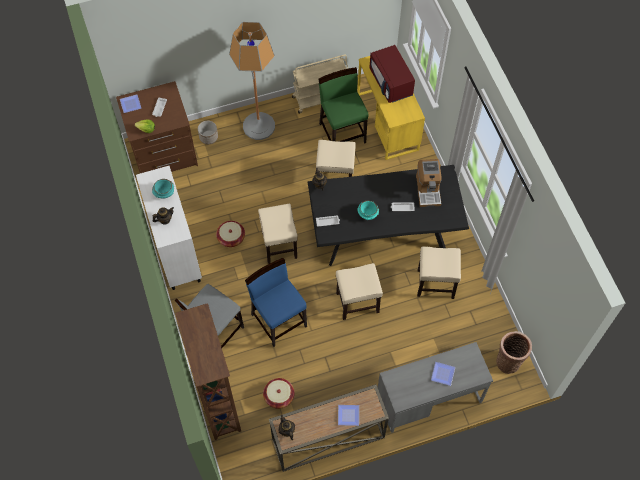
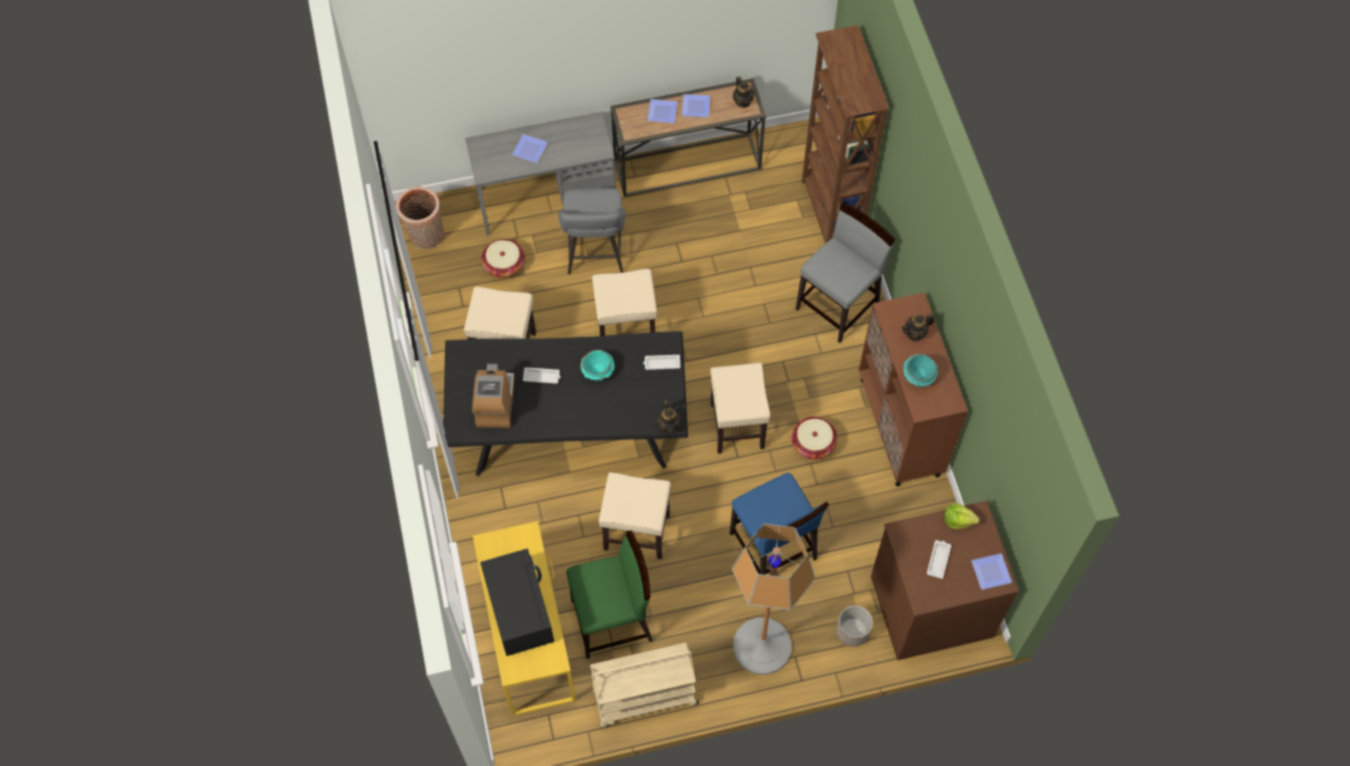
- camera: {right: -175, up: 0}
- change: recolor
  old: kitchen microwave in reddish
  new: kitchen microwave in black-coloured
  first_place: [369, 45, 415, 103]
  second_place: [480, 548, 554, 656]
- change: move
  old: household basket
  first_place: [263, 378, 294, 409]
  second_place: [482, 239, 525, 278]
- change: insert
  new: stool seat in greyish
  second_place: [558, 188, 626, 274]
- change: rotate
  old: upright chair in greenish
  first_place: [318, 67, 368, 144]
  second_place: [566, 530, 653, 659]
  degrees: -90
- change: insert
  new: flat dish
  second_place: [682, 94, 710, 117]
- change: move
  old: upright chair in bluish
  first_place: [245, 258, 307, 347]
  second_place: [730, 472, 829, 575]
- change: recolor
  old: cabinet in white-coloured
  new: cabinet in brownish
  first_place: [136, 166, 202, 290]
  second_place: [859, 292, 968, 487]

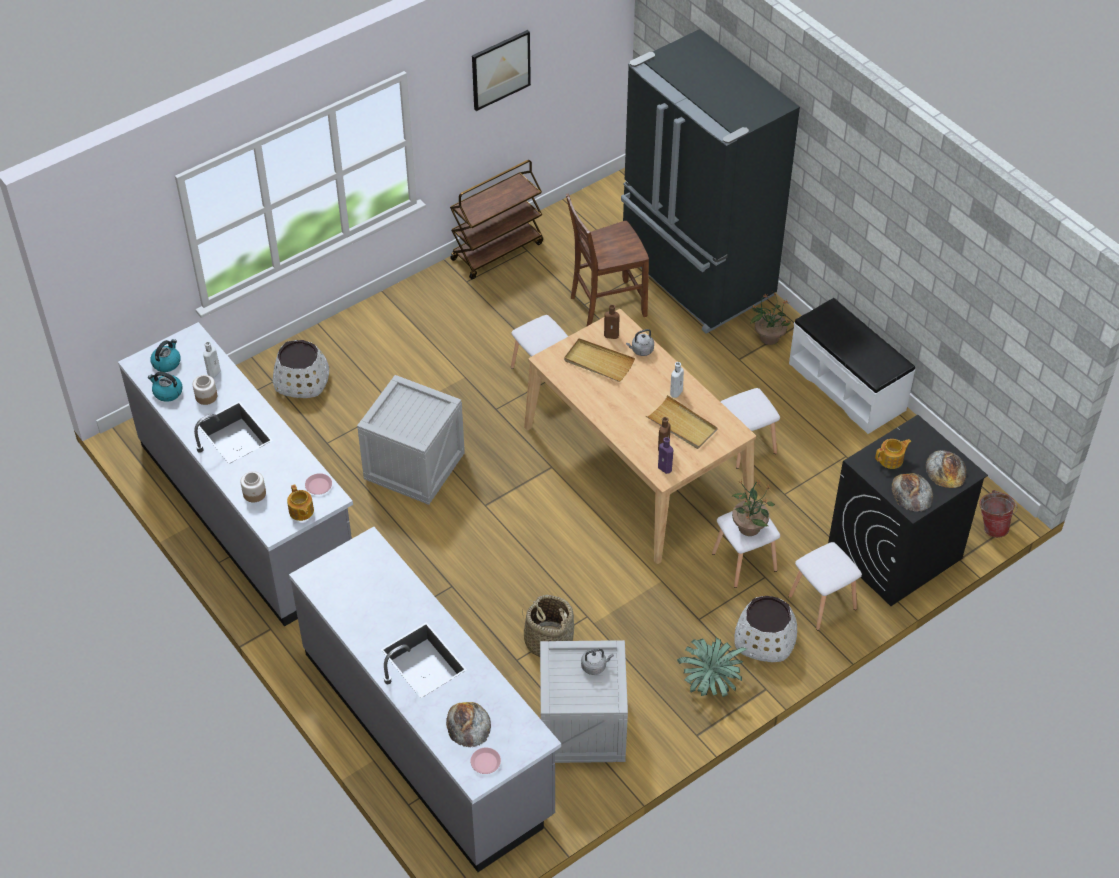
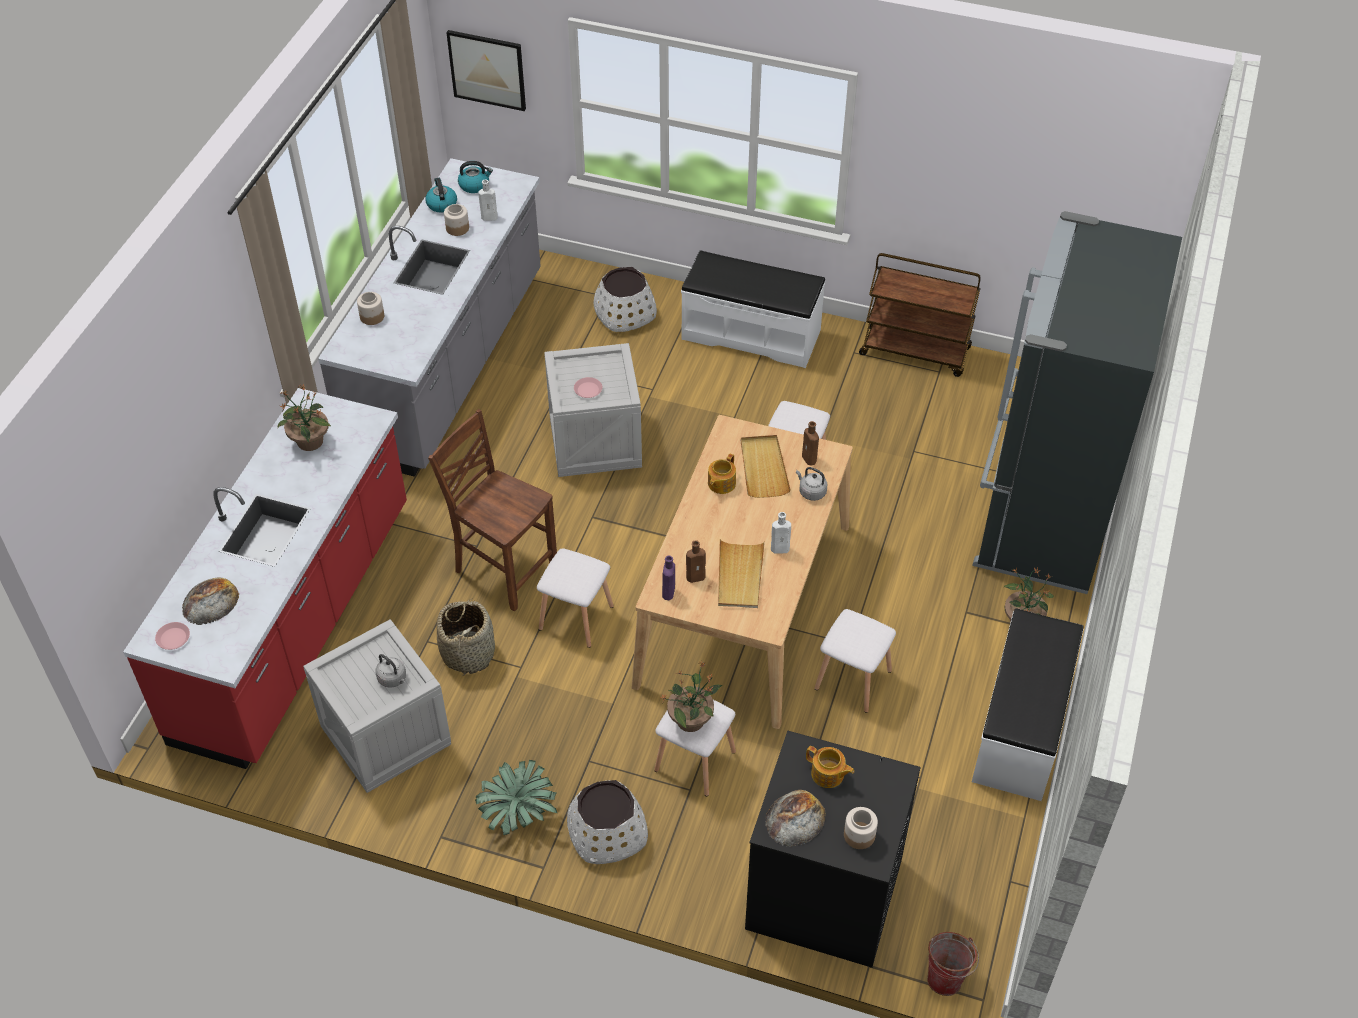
- camera: {right: 55, up: 0}
- change: recolor
  old: kitchen counter in greyish
  new: kitchen counter in reddish
  first_place: [289, 527, 561, 872]
  second_place: [123, 388, 407, 769]
- change: insert
  new: houseplant
  second_place: [277, 385, 331, 451]
- change: move
  old: upright chair in brownish
  first_place: [566, 193, 649, 327]
  second_place: [428, 409, 557, 611]
- change: move
  old: wall picture
  first_place: [472, 30, 531, 111]
  second_place: [446, 30, 526, 111]
- change: move
  old: stool seat in white-coloured
  first_place: [788, 542, 862, 630]
  second_place: [537, 548, 614, 648]
- change: move
  old: flat dish in pinkish
  first_place: [305, 473, 332, 495]
  second_place: [574, 377, 602, 398]
- change: insert
  new: bench in white-coloured
  second_place: [681, 250, 825, 368]
- change: move
  old: tea pot
  first_place: [287, 484, 314, 521]
  second_place: [708, 454, 736, 494]
- change: replace
  old: bread
  new: preserve jar
  first_place: [926, 450, 967, 488]
  second_place: [844, 807, 878, 849]

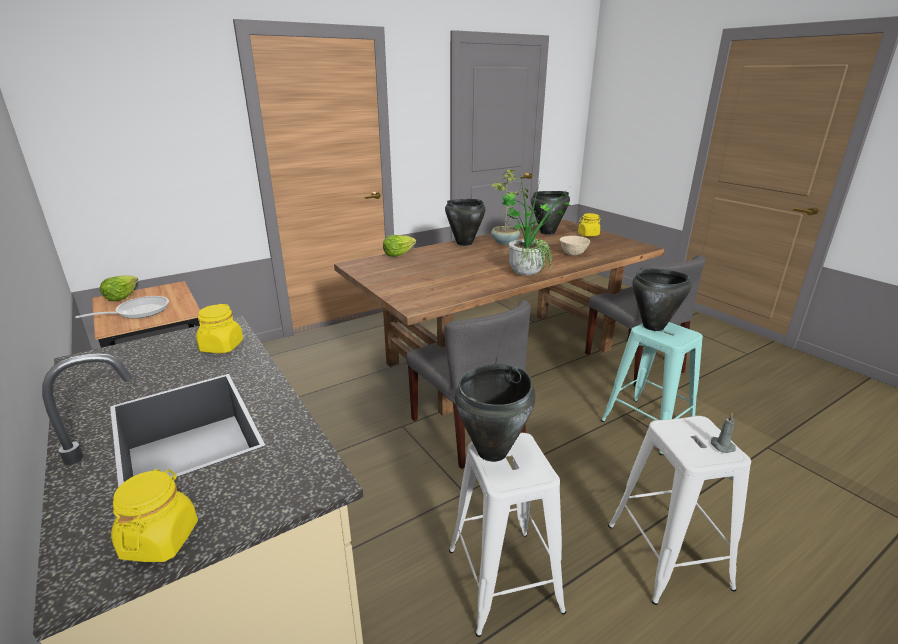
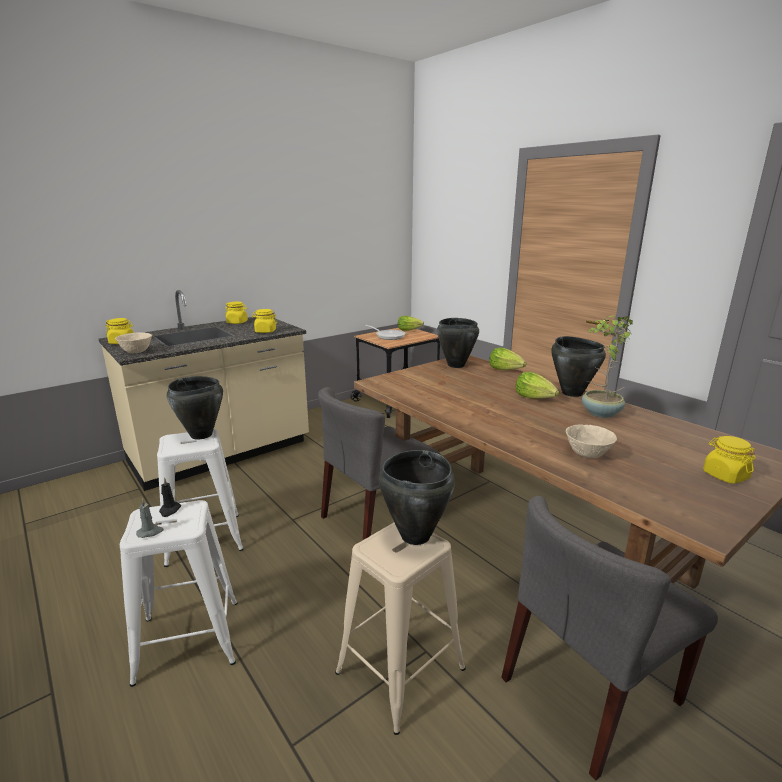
- camera: {right: 85, up: -5}
- change: insert
  new: bowl in sand-coloured
  second_place: [115, 332, 152, 353]
- change: insert
  new: wax candle in black-coloured
  second_place: [159, 477, 181, 517]
- change: insert
  new: preserve jar in yellowish
  second_place: [225, 302, 248, 324]
- change: recolor
  old: stool seat in turquoise-coloured
  new: stool seat in sand-coloured
  first_place: [601, 322, 703, 455]
  second_place: [335, 522, 466, 735]
- change: move
  old: cooking pot in black-coloured
  first_place: [531, 191, 570, 235]
  second_place: [437, 318, 479, 368]
- change: insert
  new: lettuce head
  second_place: [515, 372, 559, 399]
- change: delete
  old: houseplant
  first_place: [502, 172, 571, 275]

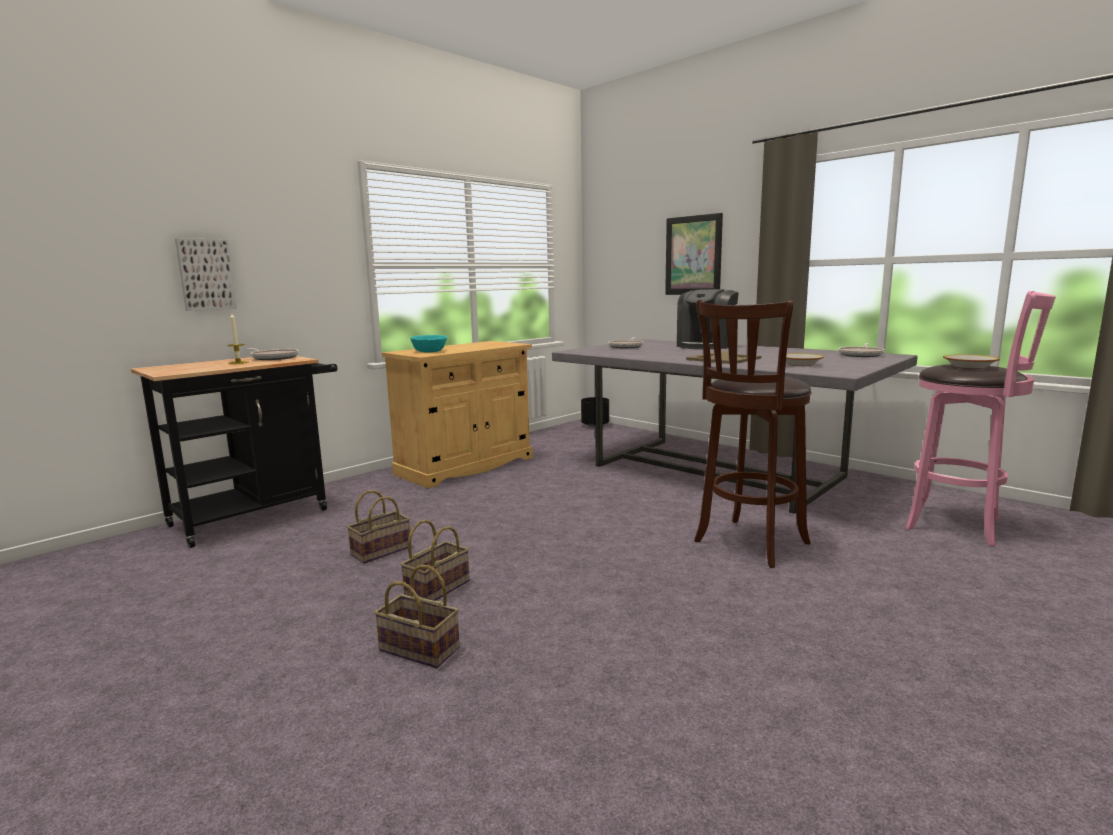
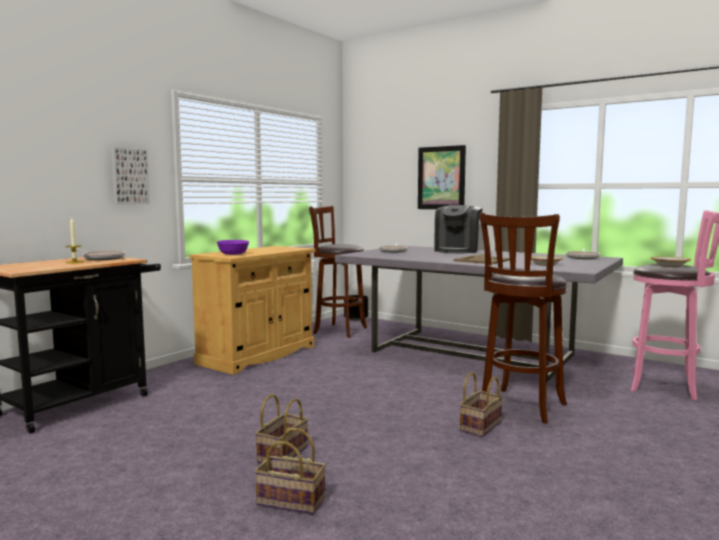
- camera: {right: -10, up: -5}
- change: move
  old: wall picture
  first_place: [175, 238, 237, 311]
  second_place: [111, 147, 150, 204]
- change: recolor
  old: bowl in turquoise-coloured
  new: bowl in purplish
  first_place: [410, 335, 447, 353]
  second_place: [217, 240, 249, 255]
- change: insert
  new: stool seat in brownish
  second_place: [309, 206, 367, 338]
- change: move
  old: household basket
  first_place: [347, 490, 410, 564]
  second_place: [459, 372, 503, 437]

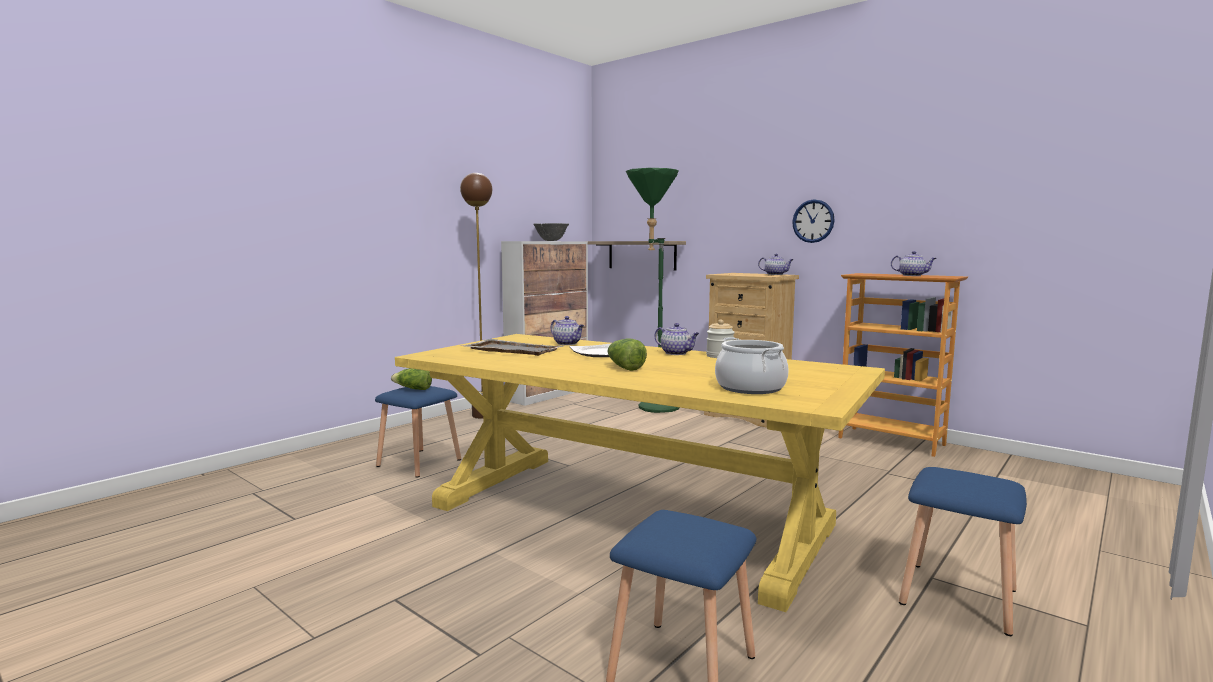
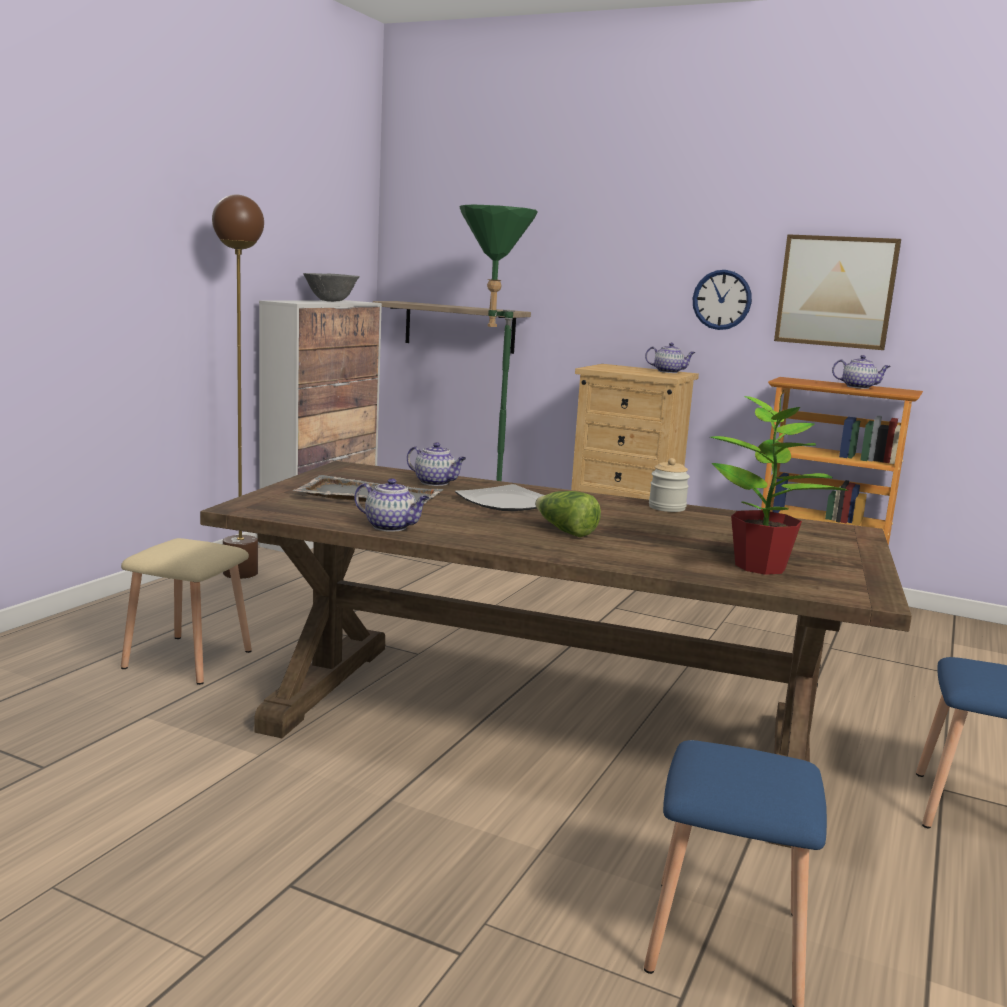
- camera: {right: -15, up: 5}
- change: recolor
  old: stool seat in bluish
  new: stool seat in sand-coloured
  first_place: [375, 386, 461, 478]
  second_place: [121, 538, 252, 685]
- change: recolor
  old: dining table in yellowish
  new: dining table in brownish
  first_place: [395, 334, 885, 612]
  second_place: [200, 461, 912, 848]
- change: move
  old: tea pot
  first_place: [654, 323, 700, 355]
  second_place: [355, 478, 429, 532]
- change: replace
  old: cooking pot
  new: houseplant
  first_place: [715, 337, 789, 394]
  second_place: [710, 390, 848, 575]
- change: insert
  new: wall picture
  second_place: [774, 234, 901, 350]
- change: delete
  old: lettuce head
  first_place: [391, 368, 432, 390]

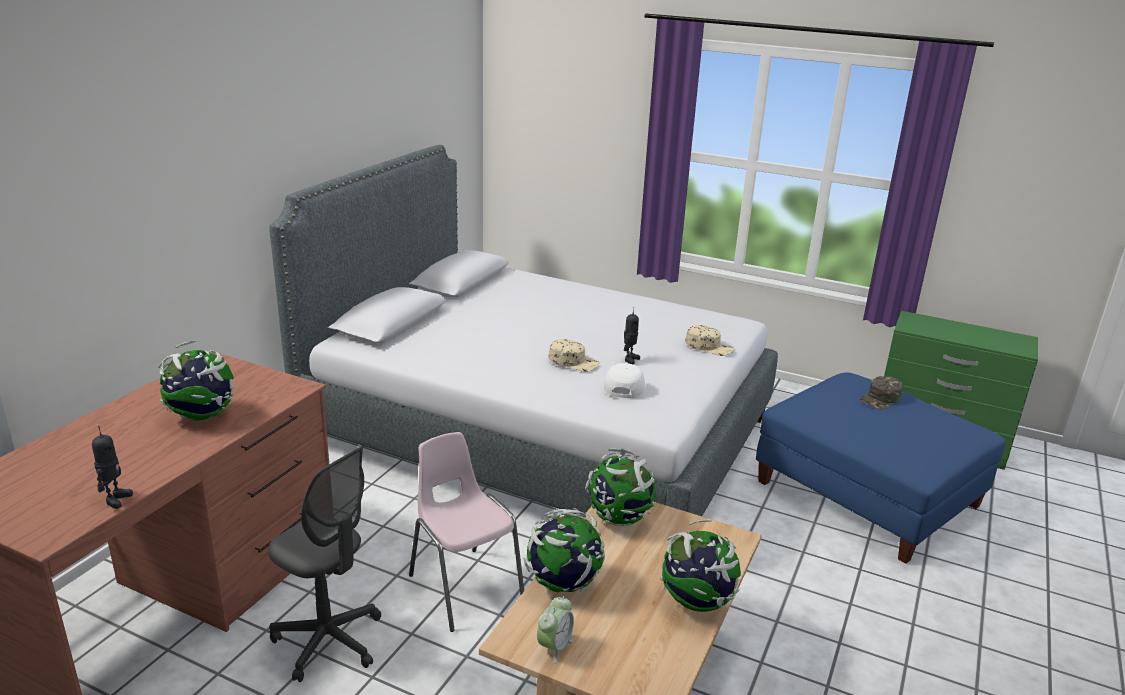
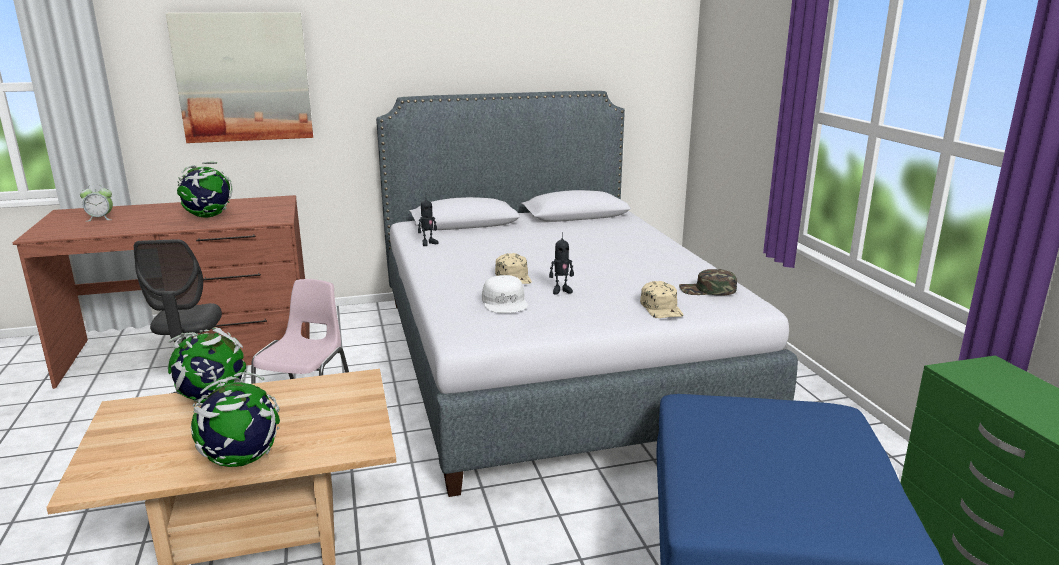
- camera: {right: 50, up: -5}
- change: move
  old: bedside clock
  first_place: [537, 596, 574, 664]
  second_place: [80, 184, 113, 221]
- change: insert
  new: wall picture
  second_place: [166, 12, 313, 143]
- change: move
  old: model robot
  first_place: [92, 426, 133, 509]
  second_place: [418, 194, 438, 246]
- change: rotate
  old: baseball cap in white-coloured
  first_place: [604, 363, 646, 398]
  second_place: [482, 275, 528, 313]
  degrees: 105
- change: move
  old: baseball cap in greenish
  first_place: [859, 376, 903, 410]
  second_place: [679, 269, 737, 296]
- change: delete
  old: desk globe
  first_place: [585, 449, 656, 526]

